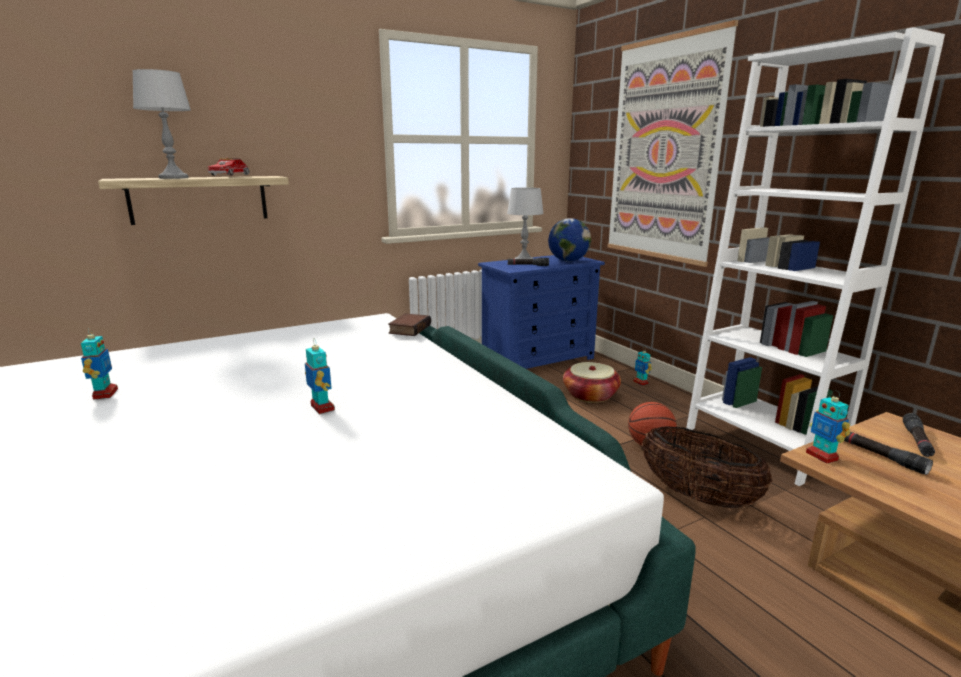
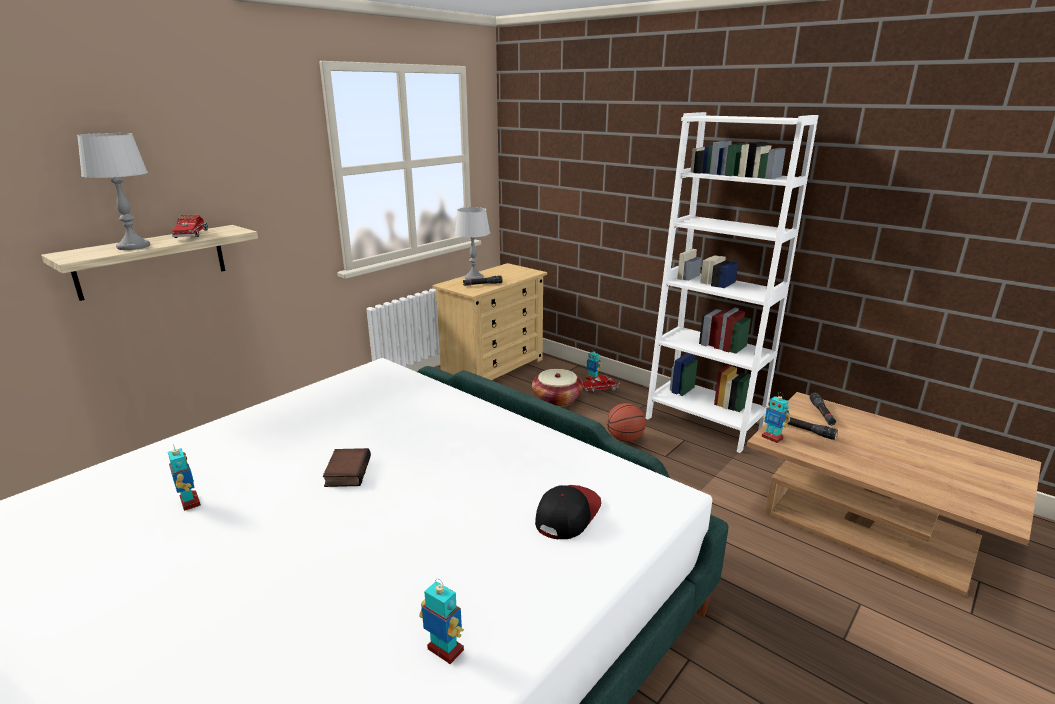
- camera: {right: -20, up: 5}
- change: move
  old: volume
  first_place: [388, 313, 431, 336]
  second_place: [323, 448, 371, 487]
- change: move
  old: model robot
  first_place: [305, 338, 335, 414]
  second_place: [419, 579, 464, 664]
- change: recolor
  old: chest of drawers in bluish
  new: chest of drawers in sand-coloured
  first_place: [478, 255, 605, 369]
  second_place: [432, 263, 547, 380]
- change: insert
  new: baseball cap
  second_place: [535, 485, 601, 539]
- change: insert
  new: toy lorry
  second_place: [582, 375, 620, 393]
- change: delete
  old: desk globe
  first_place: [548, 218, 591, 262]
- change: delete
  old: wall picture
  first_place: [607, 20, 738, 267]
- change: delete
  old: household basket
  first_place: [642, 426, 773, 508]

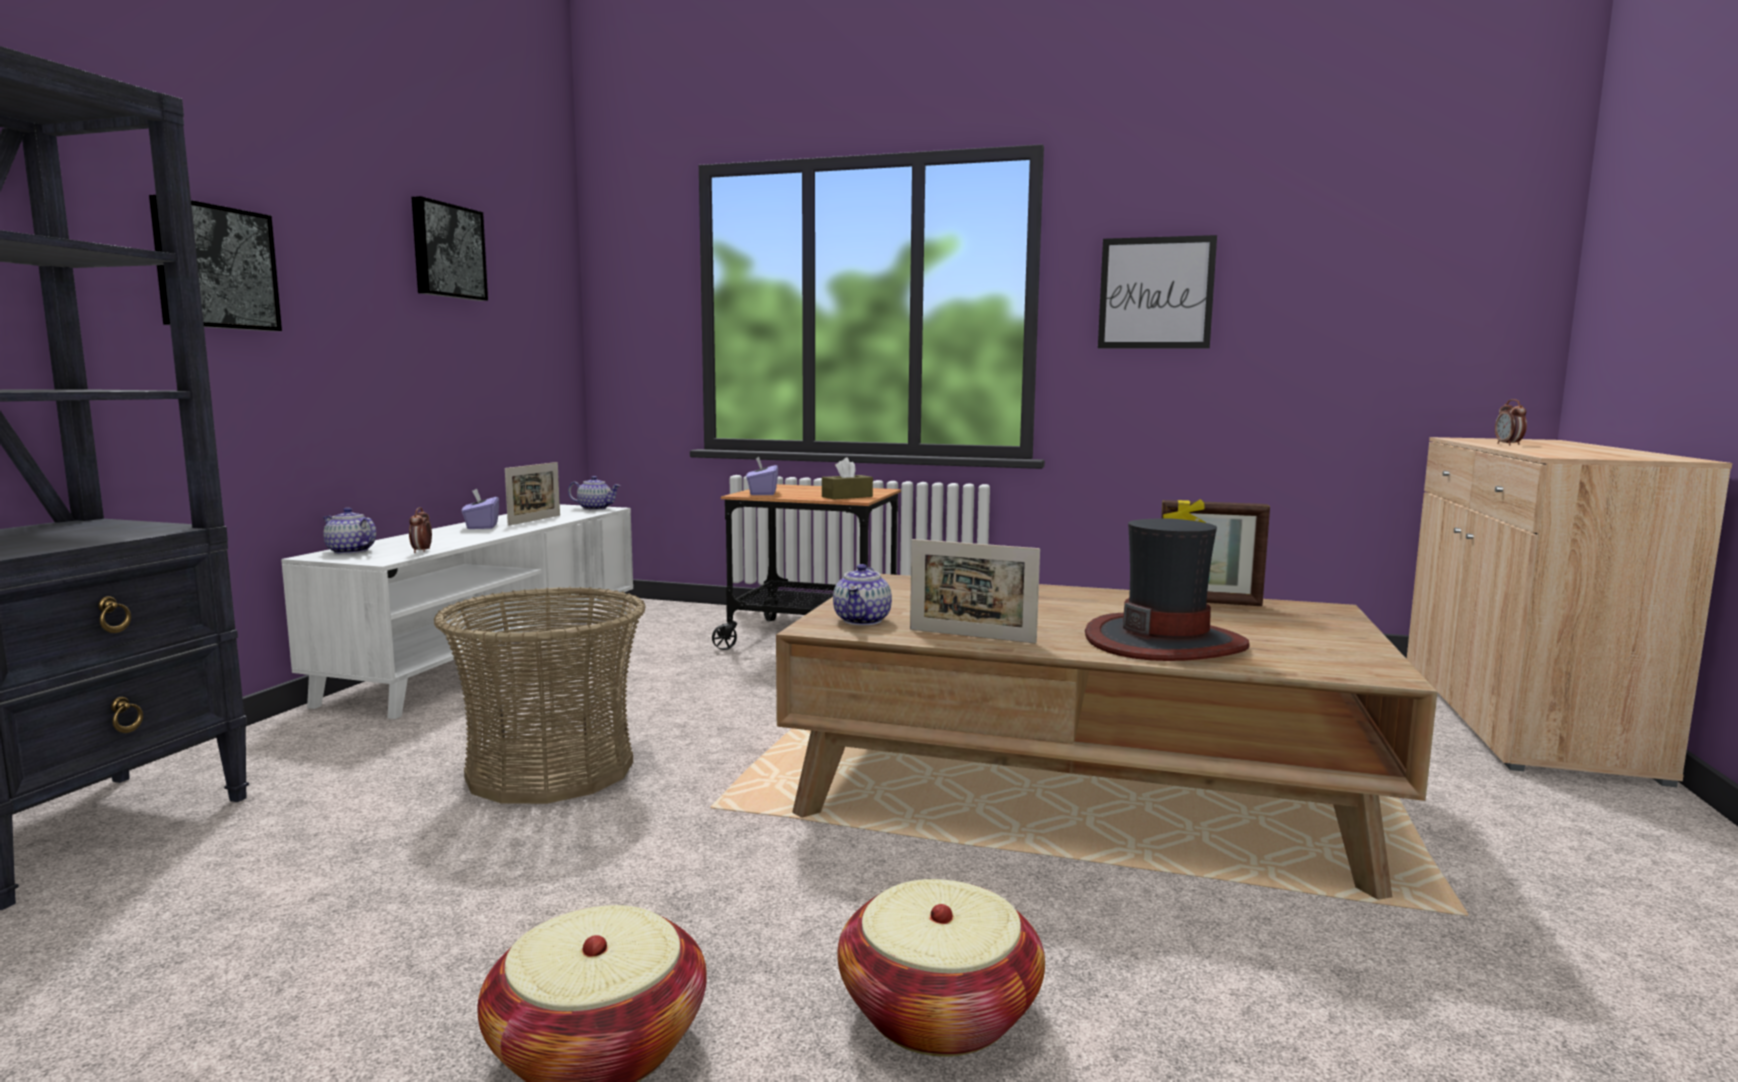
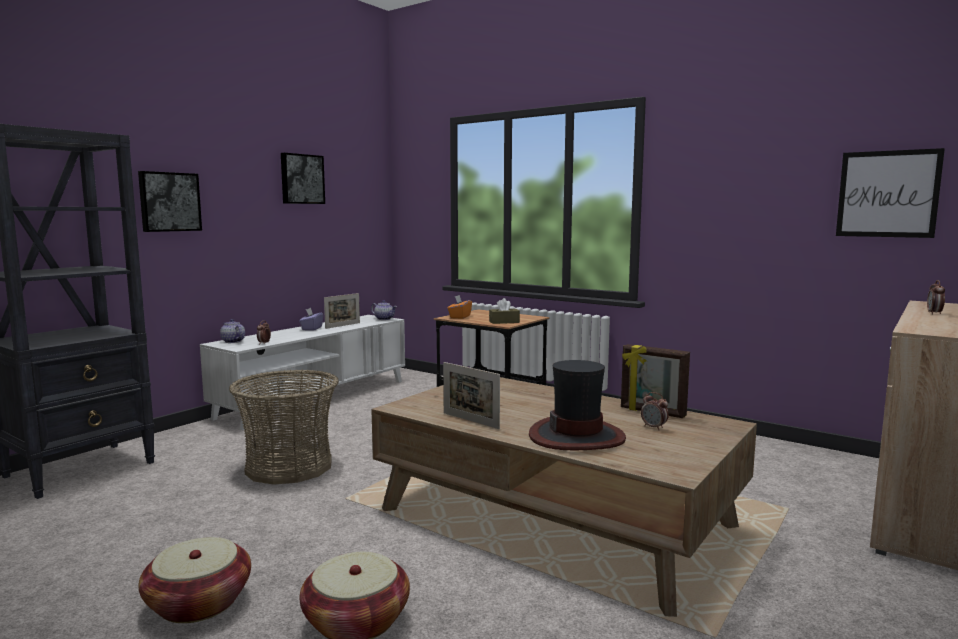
- camera: {right: 20, up: 0}
- change: recolor
  old: box of tissues in purplish
  new: box of tissues in orangey
  first_place: [746, 457, 778, 495]
  second_place: [448, 295, 472, 319]
- change: insert
  new: bedside clock
  second_place: [641, 392, 669, 430]
- change: move
  old: wall picture
  first_place: [1098, 235, 1217, 348]
  second_place: [836, 148, 945, 238]
- change: delete
  old: tea pot
  first_place: [833, 564, 892, 625]

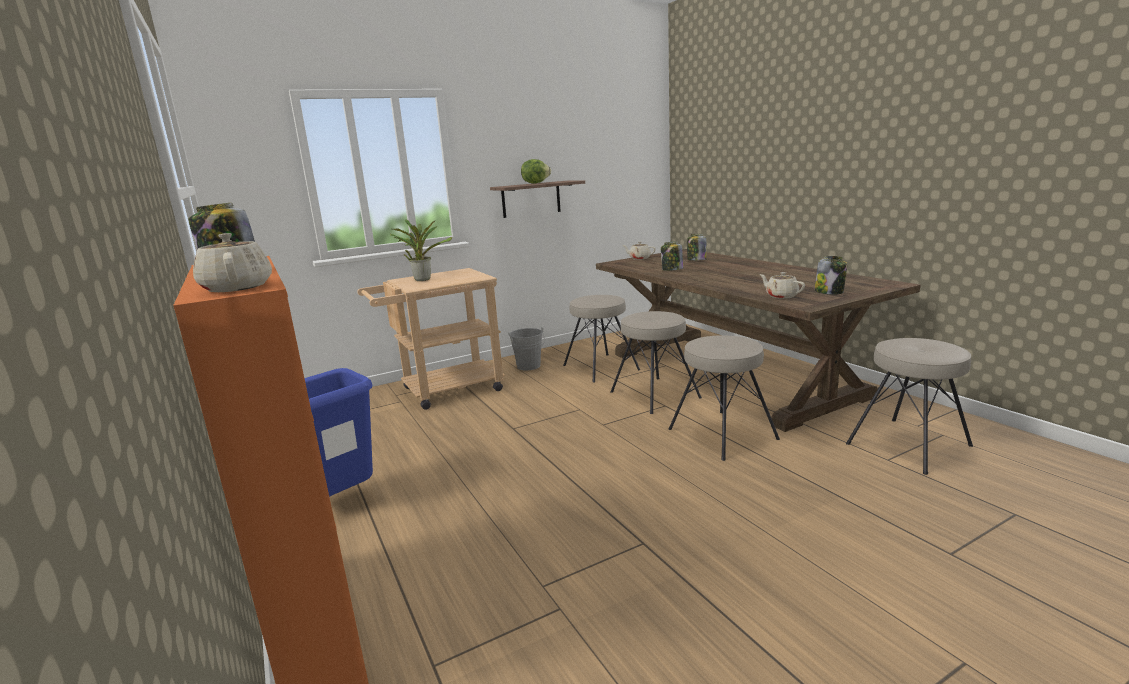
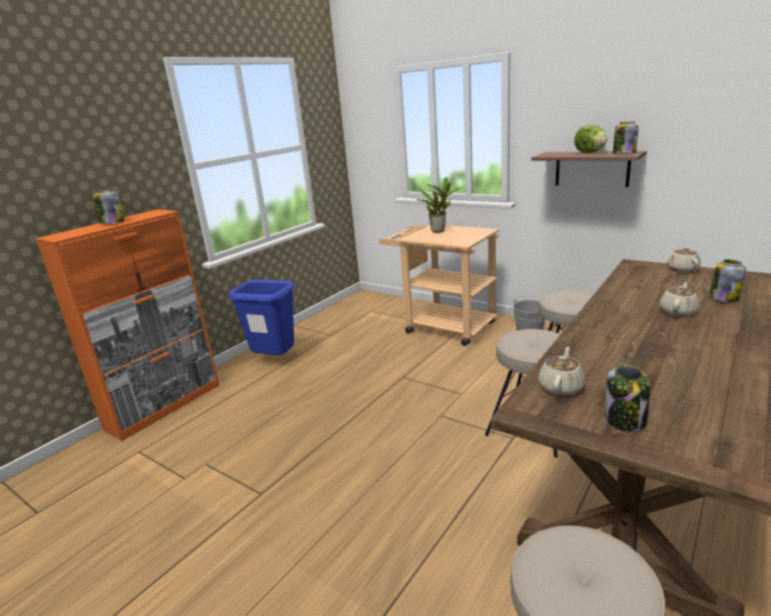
- camera: {right: 65, up: 5}
- change: move
  old: preserve jar
  first_place: [661, 241, 683, 271]
  second_place: [613, 121, 639, 154]
- change: move
  old: tea pot in sand-coloured
  first_place: [193, 233, 272, 292]
  second_place: [660, 282, 700, 317]
- change: delete
  old: stool seat in sand-coloured
  first_place: [668, 335, 780, 461]

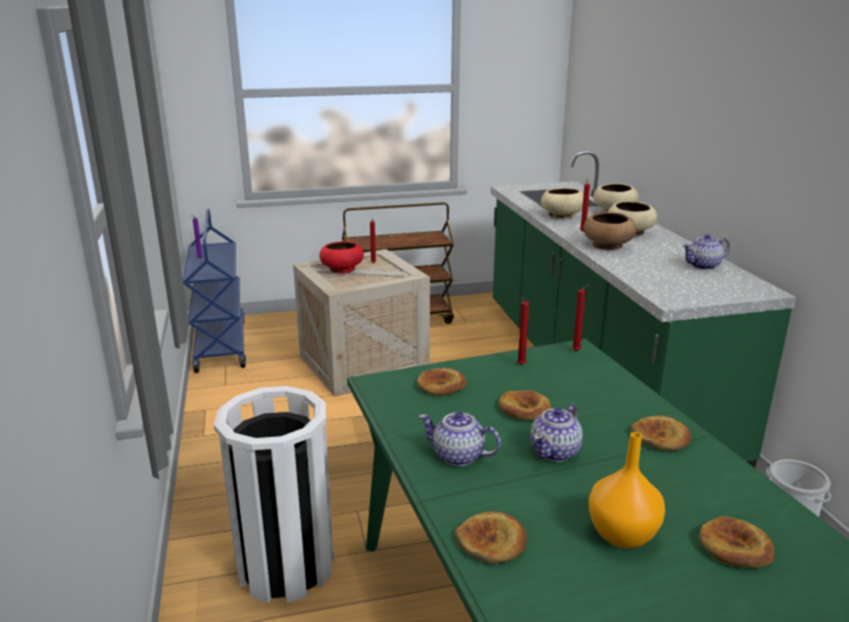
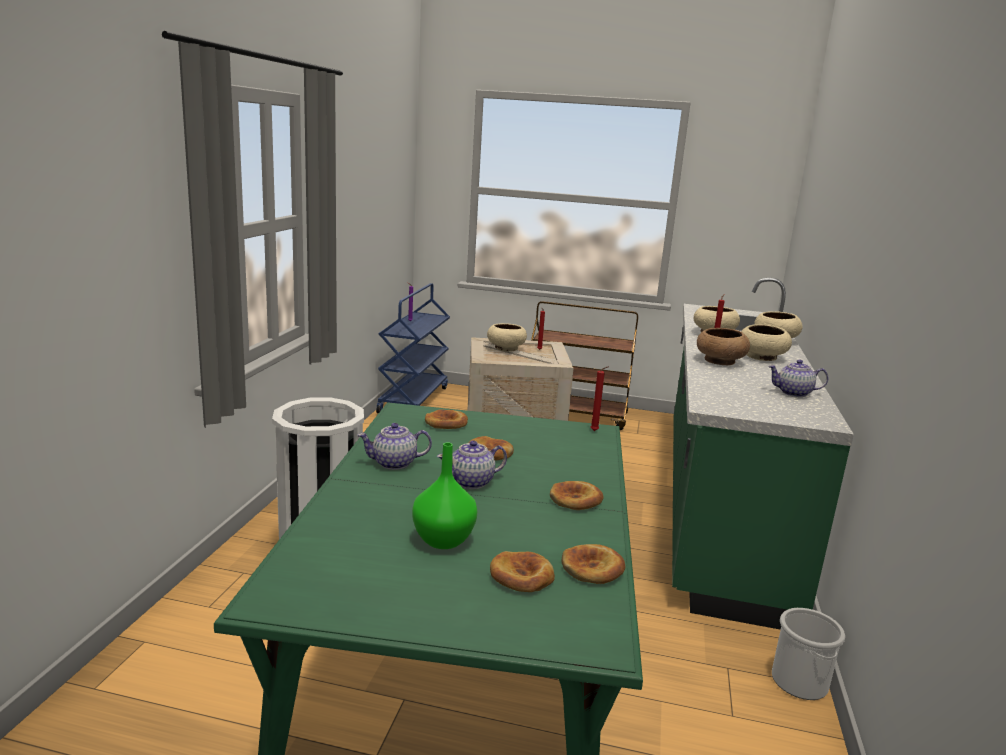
- camera: {right: 25, up: -5}
- change: rotate
  old: tea pot
  first_place: [419, 411, 501, 466]
  second_place: [357, 423, 432, 470]
  degrees: -60
- change: recolor
  old: vase in orangey
  new: vase in greenish
  first_place: [589, 432, 665, 549]
  second_place: [412, 443, 477, 549]
- change: recolor
  old: bowl in reddish
  new: bowl in sand-coloured
  first_place: [320, 241, 364, 274]
  second_place: [487, 323, 527, 352]
- change: move
  old: bread
  first_place: [455, 511, 528, 564]
  second_place: [561, 544, 625, 584]
- change: delete
  old: wax candle in reddish
  first_place: [517, 297, 529, 365]

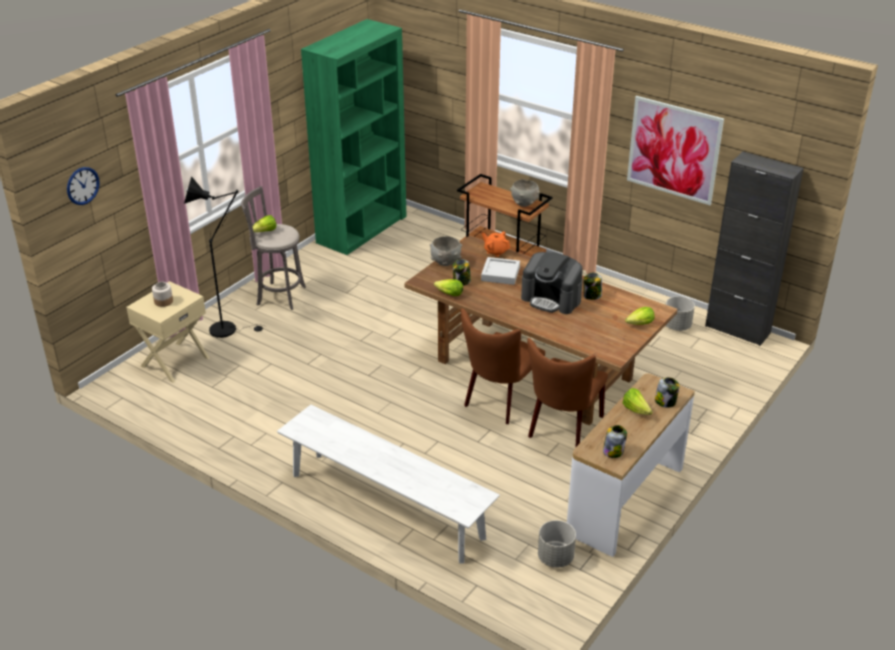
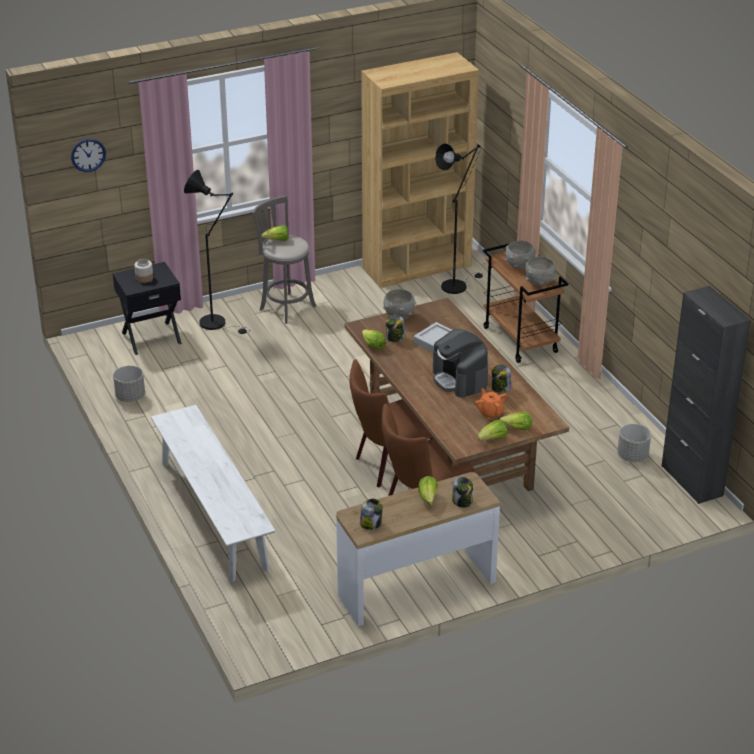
- camera: {right: 30, up: 0}
- change: recolor
  old: bedside table in sand-coloured
  new: bedside table in black-coloured
  first_place: [126, 281, 210, 383]
  second_place: [113, 262, 182, 355]
- change: move
  old: planter in greyish
  first_place: [538, 520, 576, 567]
  second_place: [113, 366, 145, 402]
- change: recolor
  old: shelving unit in greenish
  new: shelving unit in brownish
  first_place: [301, 19, 406, 255]
  second_place: [361, 52, 479, 288]
- change: insert
  new: standing lamp in black-coloured
  second_place: [435, 144, 483, 294]
- change: move
  old: tea pot in orangey
  first_place: [482, 231, 510, 257]
  second_place: [475, 388, 507, 419]
- change: insert
  new: lettuce head
  second_place: [477, 420, 507, 440]
- change: insert
  new: bowl in greyish
  second_place: [505, 241, 537, 269]
- change: delete
  old: wall picture
  first_place: [627, 96, 724, 205]

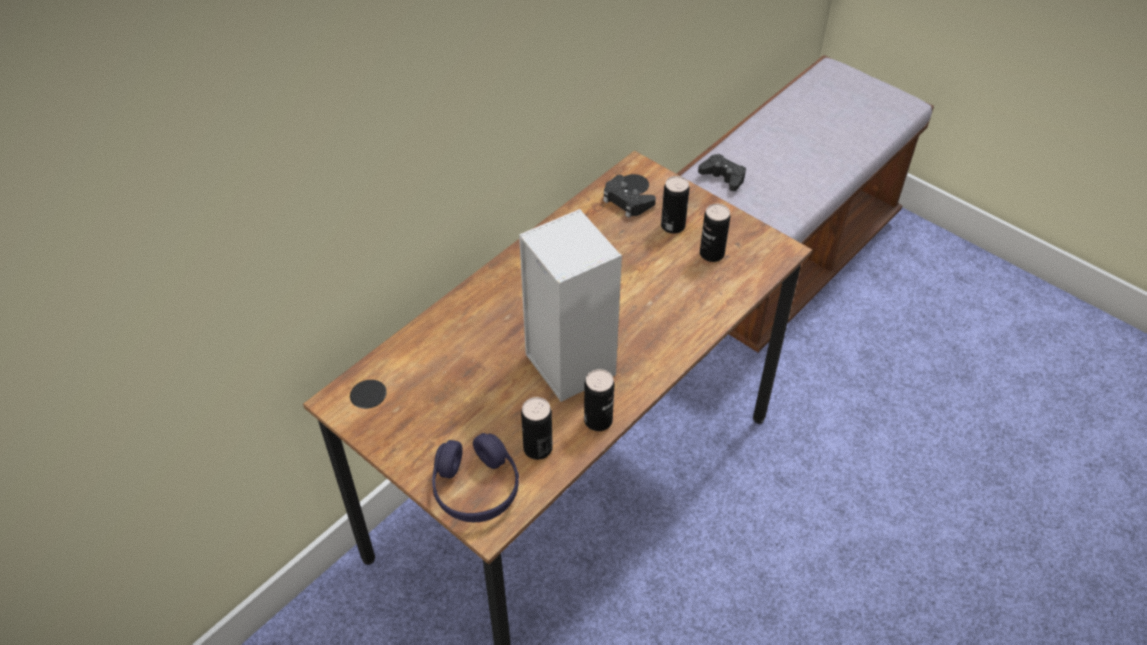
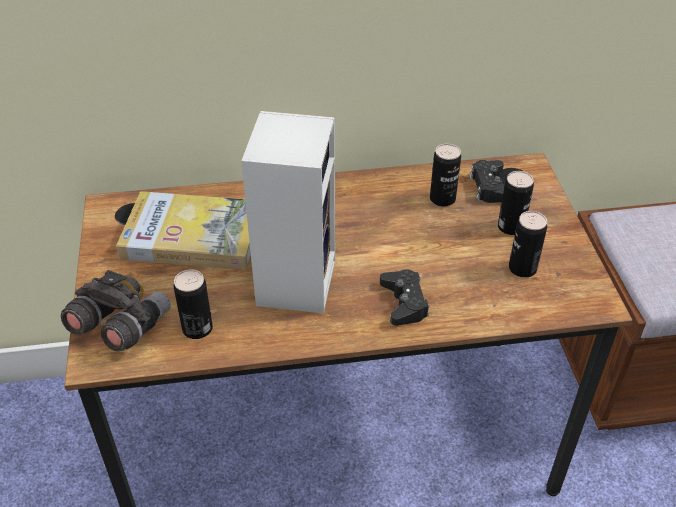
- camera: {right: 40, up: -5}
- change: replace
  old: headset in purplish
  new: binoculars in greyish
  first_place: [432, 433, 519, 522]
  second_place: [61, 270, 171, 352]
- change: insert
  new: volume
  second_place: [116, 191, 251, 270]
- change: move
  old: joypad in black-coloured
  first_place: [698, 154, 746, 191]
  second_place: [380, 269, 429, 326]
- change: move
  old: metal can
  first_place: [584, 369, 614, 431]
  second_place: [430, 144, 461, 207]

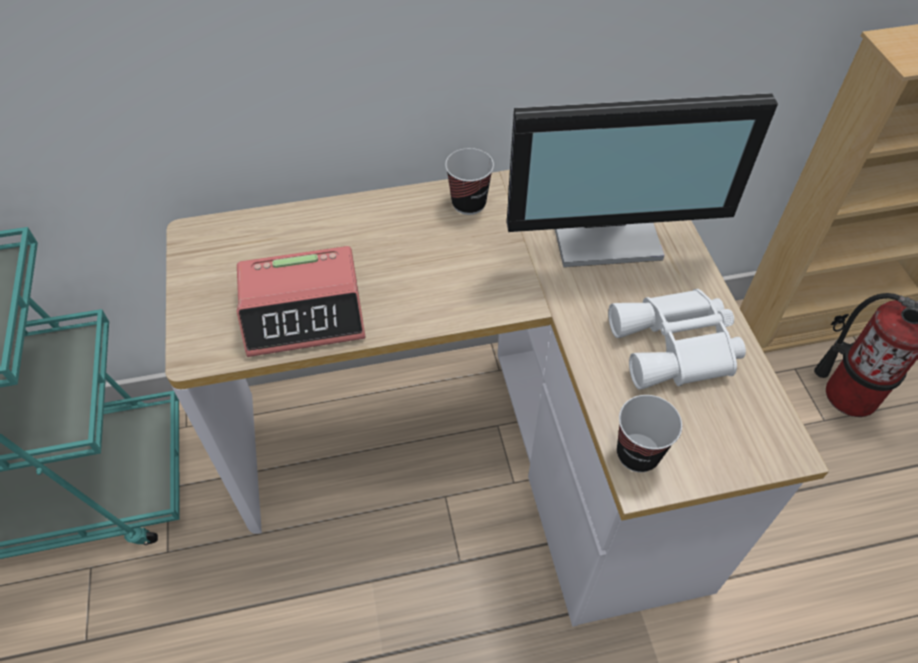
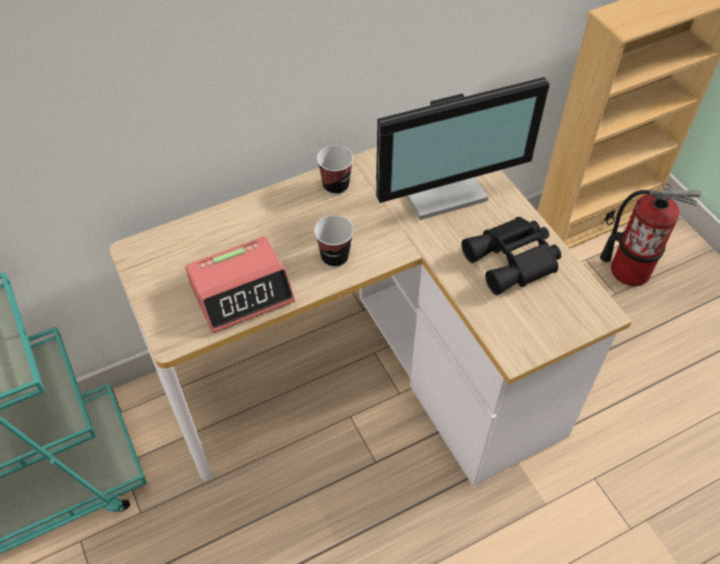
- camera: {right: -15, up: 0}
- change: move
  old: small cup
  first_place: [617, 395, 682, 472]
  second_place: [314, 215, 354, 267]
- change: recolor
  old: binoculars in white-coloured
  new: binoculars in black-coloured
  first_place: [608, 289, 746, 390]
  second_place: [461, 217, 561, 295]

